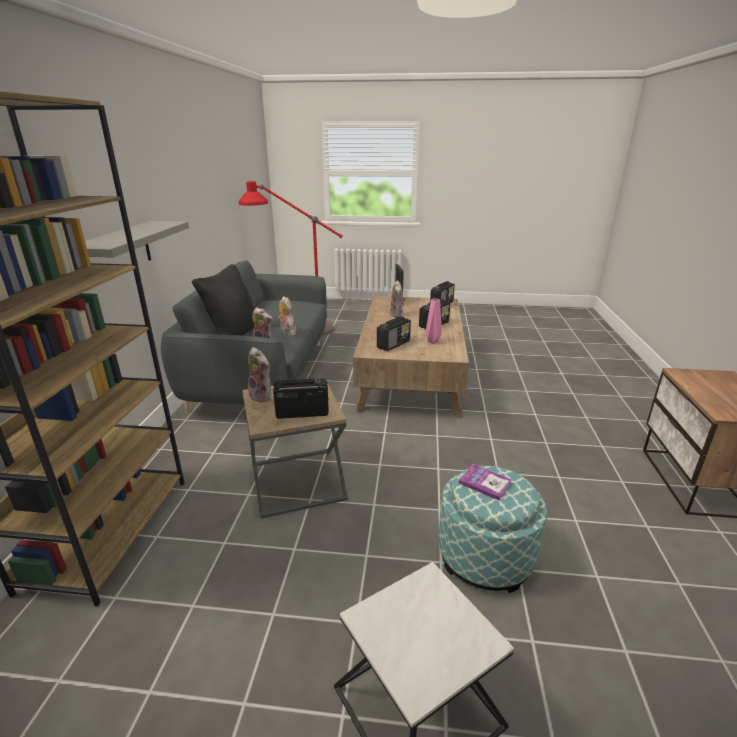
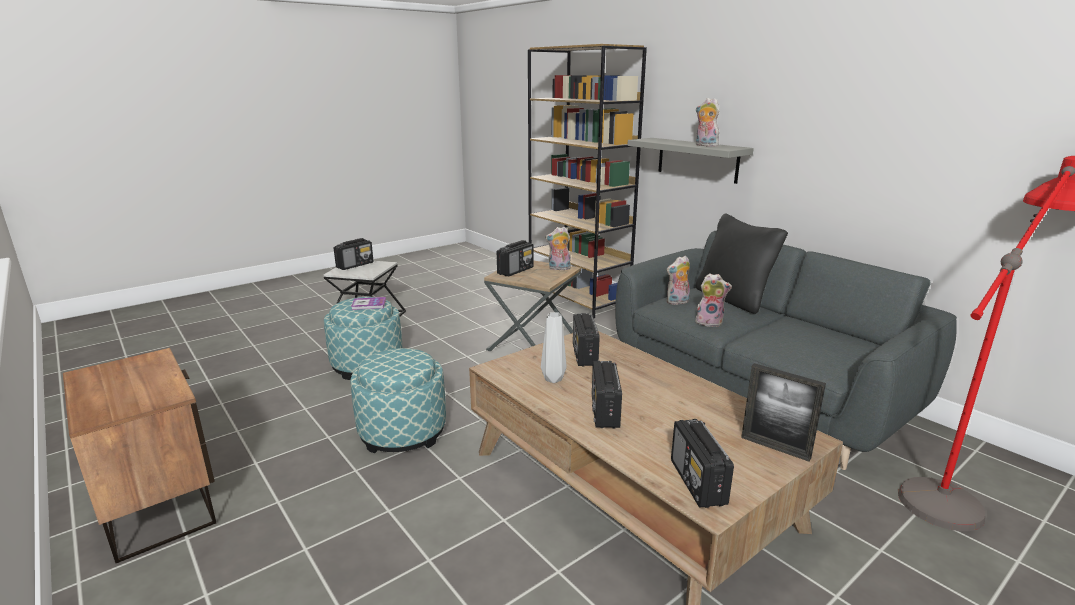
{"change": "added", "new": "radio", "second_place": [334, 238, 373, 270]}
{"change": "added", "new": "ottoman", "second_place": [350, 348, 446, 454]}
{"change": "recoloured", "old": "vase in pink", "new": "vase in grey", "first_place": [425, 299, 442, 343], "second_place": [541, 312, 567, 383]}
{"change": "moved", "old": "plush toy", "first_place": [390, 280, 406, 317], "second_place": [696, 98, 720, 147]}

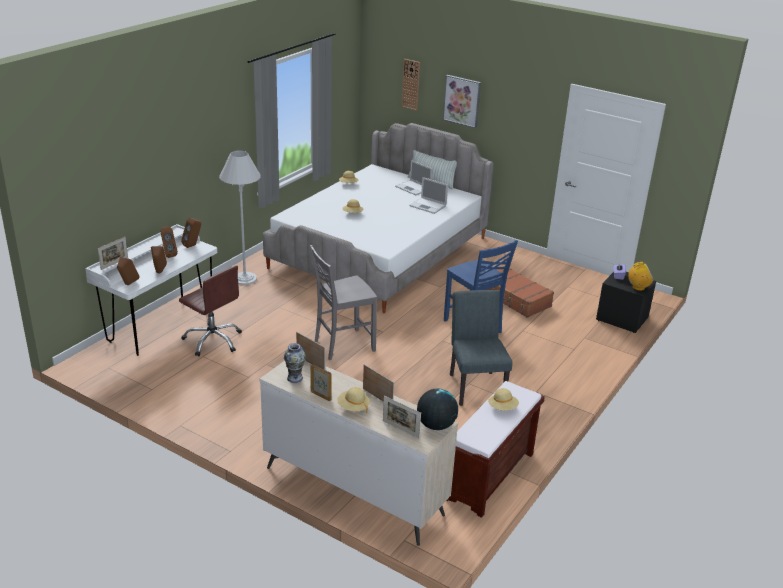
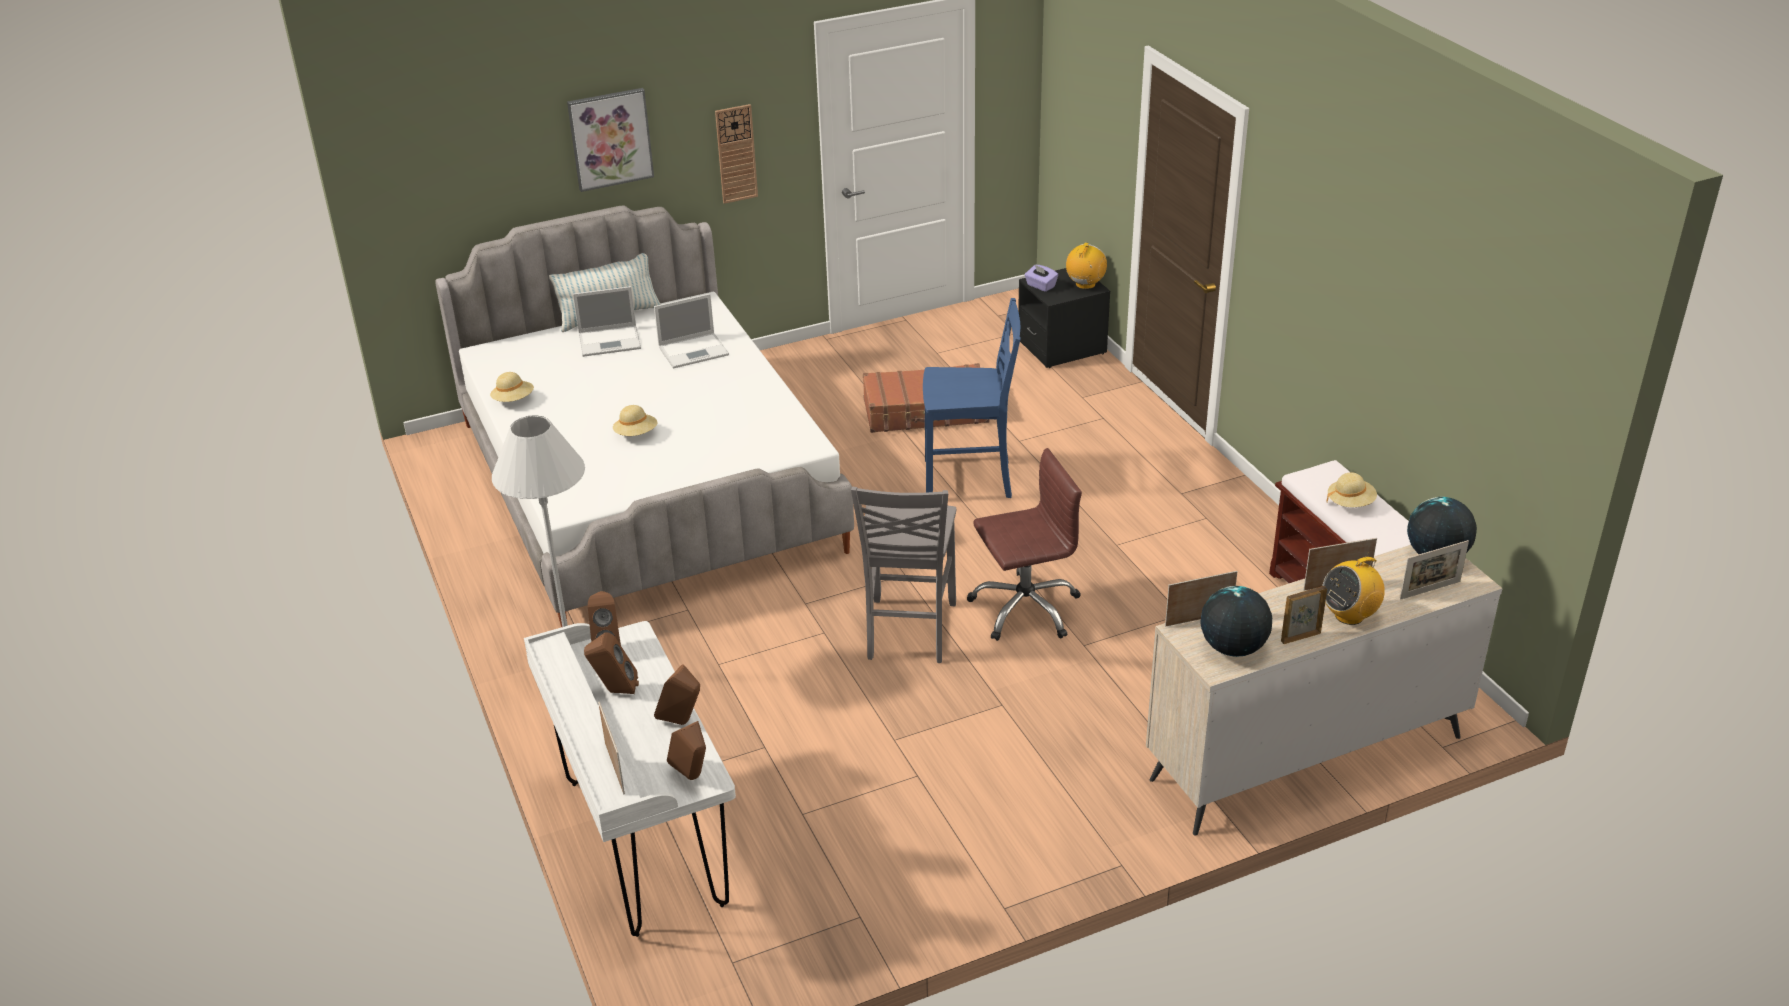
{"change": "moved", "old": "wall clock", "first_place": [401, 59, 420, 111], "second_place": [715, 104, 758, 204]}
{"change": "moved", "old": "office chair in brown", "first_place": [179, 265, 242, 356], "second_place": [967, 448, 1082, 641]}
{"change": "replaced", "old": "vase", "new": "globe", "first_place": [284, 343, 306, 383], "second_place": [1201, 586, 1272, 657]}
{"change": "replaced", "old": "hat in beige", "new": "radio", "first_place": [337, 387, 370, 413], "second_place": [1322, 555, 1385, 625]}
{"change": "removed", "old": "chair in grey", "first_place": [450, 290, 512, 406]}

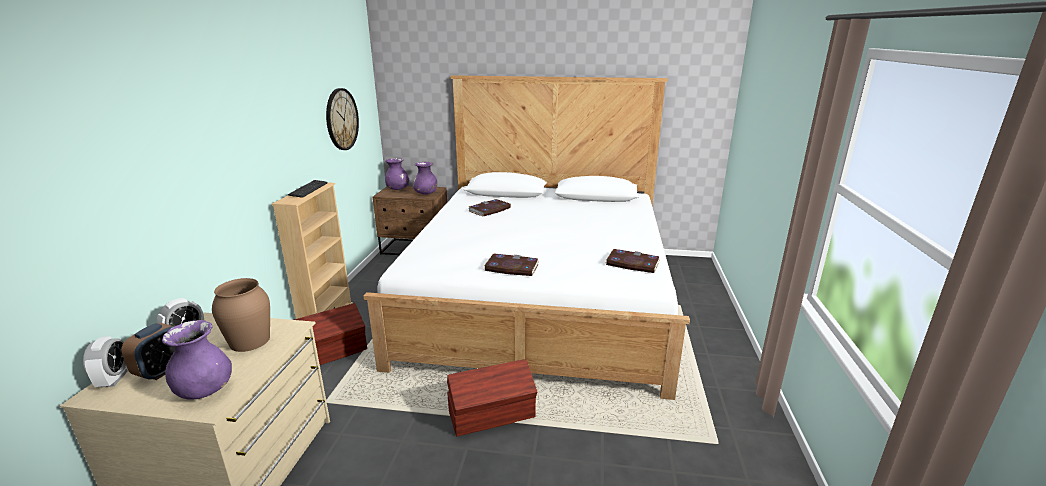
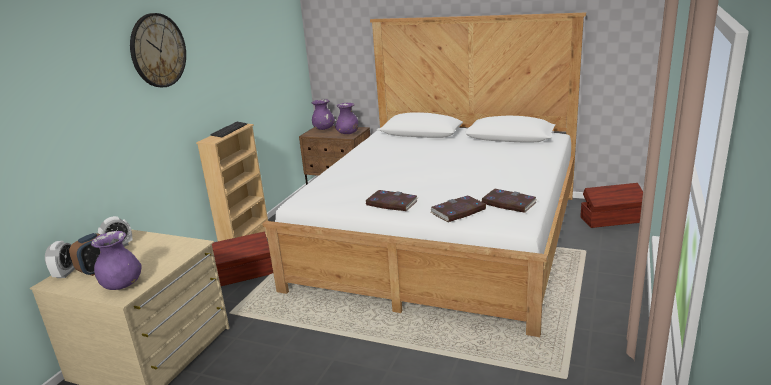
{"change": "moved", "old": "wall clock", "first_place": [326, 88, 359, 150], "second_place": [130, 13, 186, 87]}
{"change": "moved", "old": "book", "first_place": [468, 199, 511, 216], "second_place": [431, 195, 486, 222]}
{"change": "moved", "old": "storage box in brown", "first_place": [447, 359, 537, 436], "second_place": [580, 183, 643, 228]}
{"change": "removed", "old": "vase in brown", "first_place": [212, 278, 270, 352]}

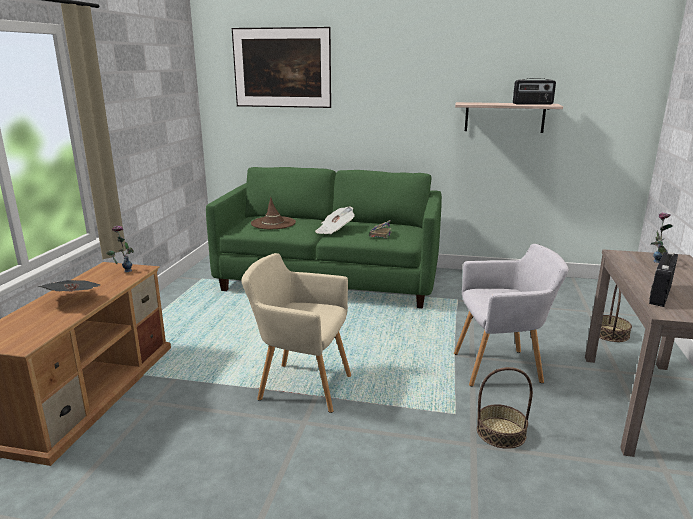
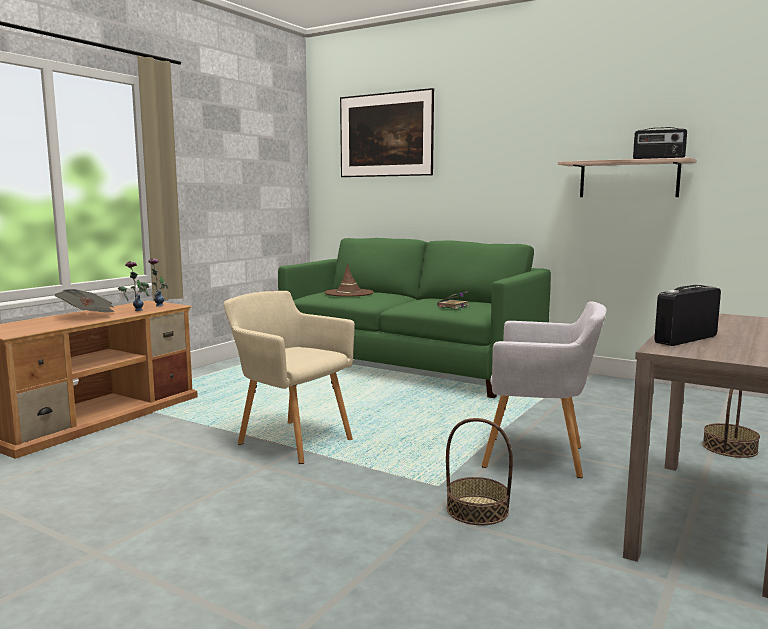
{"change": "moved", "old": "vase", "first_place": [651, 213, 673, 263], "second_place": [118, 261, 146, 311]}
{"change": "removed", "old": "newspaper", "first_place": [315, 207, 355, 234]}

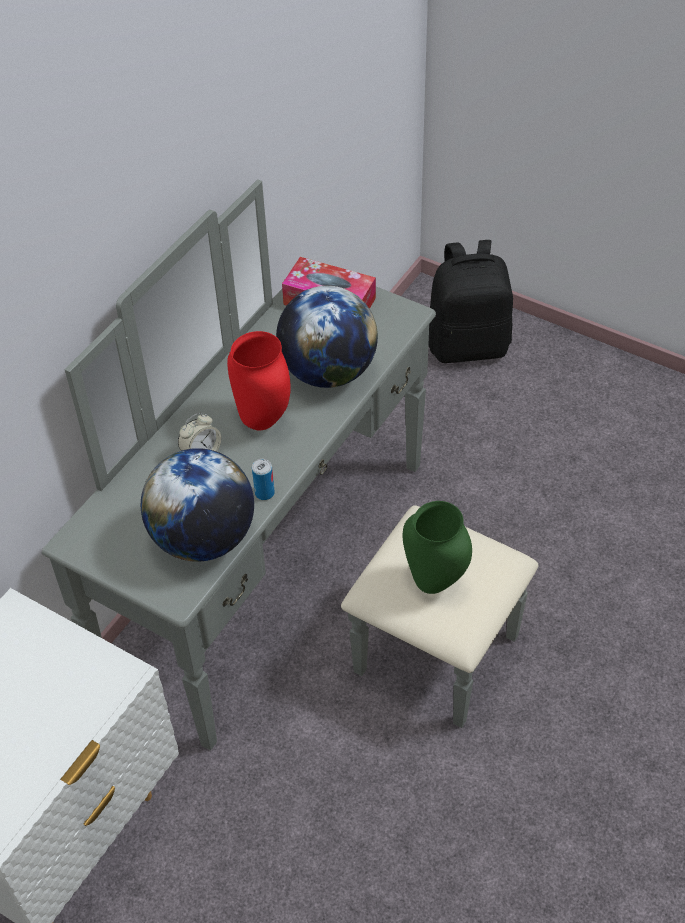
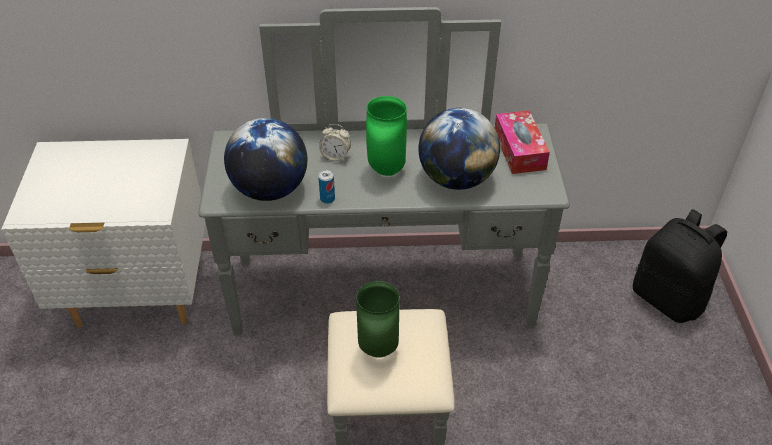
{"change": "recoloured", "old": "vase in red", "new": "vase in green", "first_place": [227, 331, 291, 430], "second_place": [366, 96, 407, 176]}

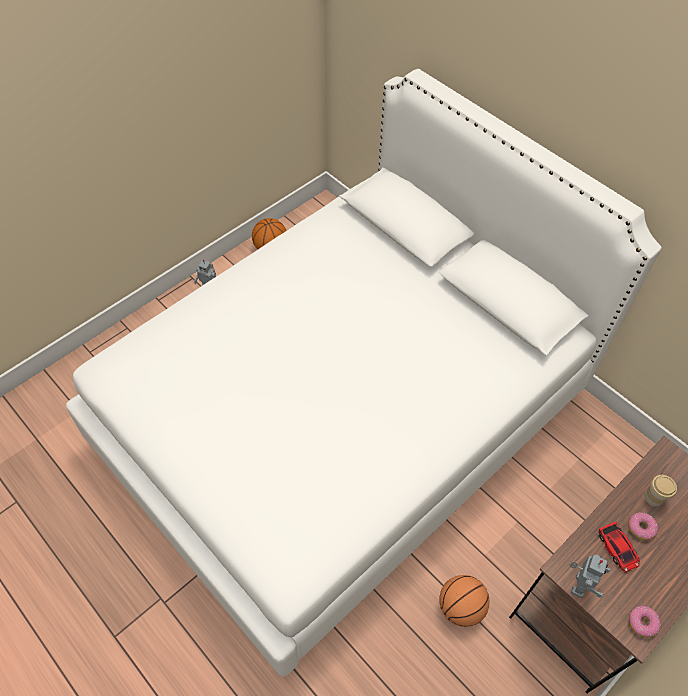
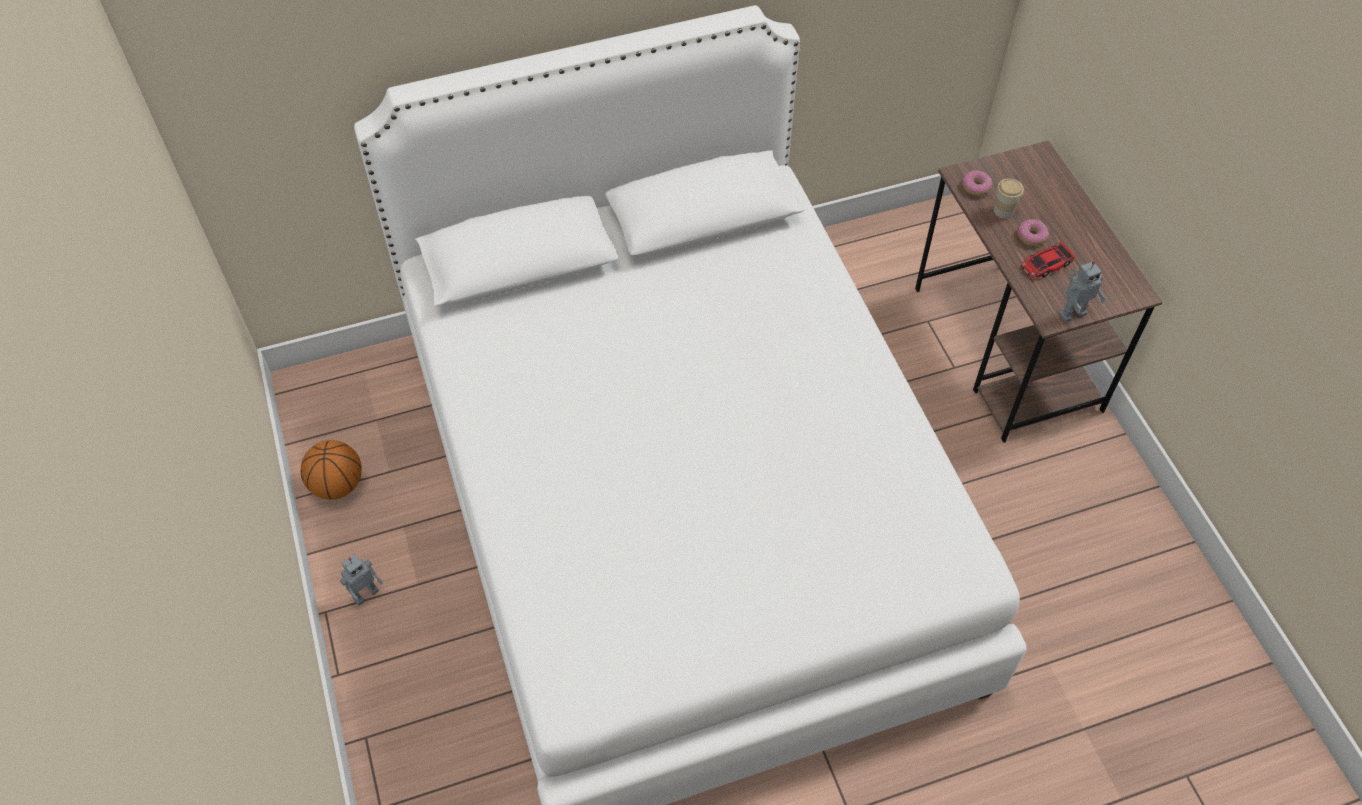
{"change": "moved", "old": "donut", "first_place": [629, 606, 661, 638], "second_place": [962, 170, 992, 196]}
{"change": "turned", "old": "toy car", "first_place": [599, 522, 640, 573], "second_place": [1021, 241, 1076, 279], "degrees": 150}
{"change": "turned", "old": "toy robot", "first_place": [570, 554, 611, 598], "second_place": [1059, 261, 1107, 323], "degrees": 105}
{"change": "removed", "old": "basketball", "first_place": [439, 575, 489, 627]}

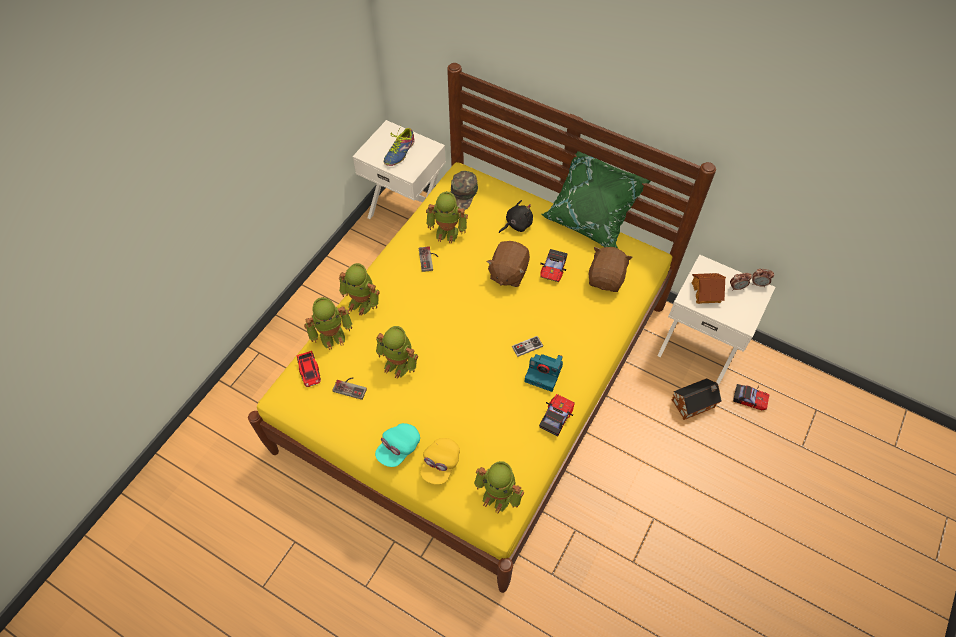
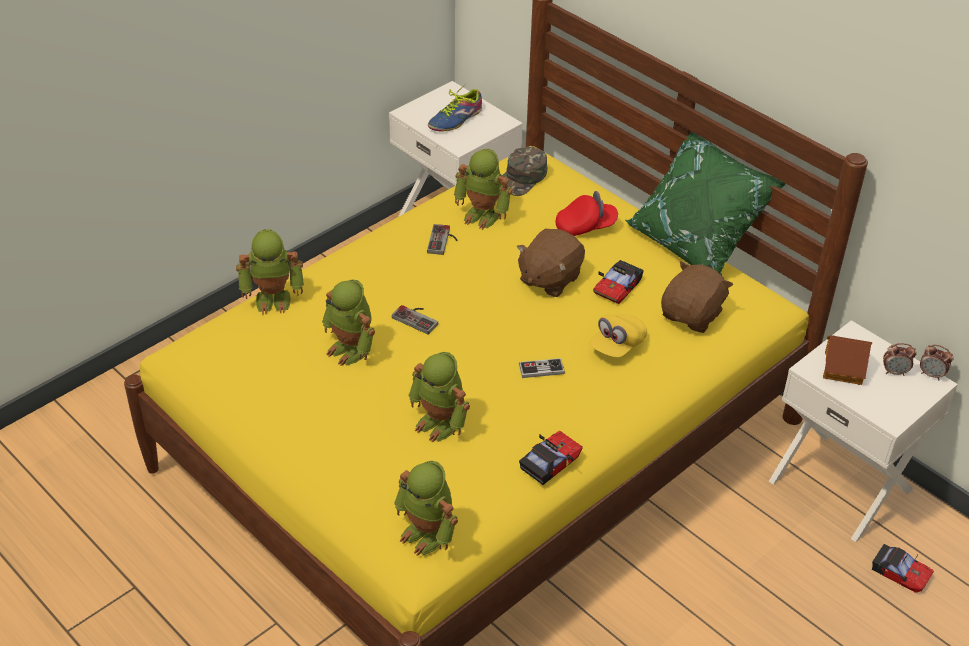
{"change": "moved", "old": "game controller", "first_place": [332, 378, 367, 400], "second_place": [392, 305, 438, 335]}
{"change": "moved", "old": "toy robot", "first_place": [339, 263, 380, 316], "second_place": [408, 352, 470, 443]}
{"change": "replaced", "old": "plush toy in black", "new": "cap in red", "first_place": [499, 200, 533, 233], "second_place": [556, 191, 618, 236]}
{"change": "moved", "old": "cap in yellow", "first_place": [420, 438, 460, 484], "second_place": [589, 314, 647, 358]}
{"change": "removed", "old": "toy car", "first_place": [296, 351, 321, 387]}
{"change": "removed", "old": "cap in turquoise", "first_place": [375, 423, 420, 467]}
{"change": "removed", "old": "photo camera", "first_place": [524, 354, 563, 392]}
{"change": "removed", "old": "toy house", "first_place": [672, 378, 722, 420]}

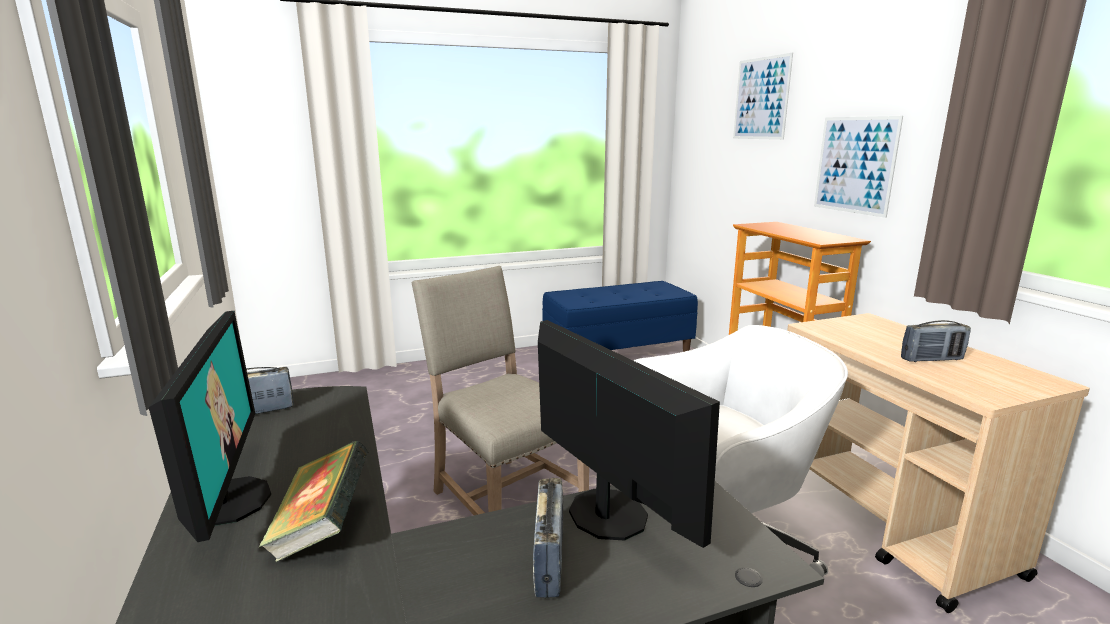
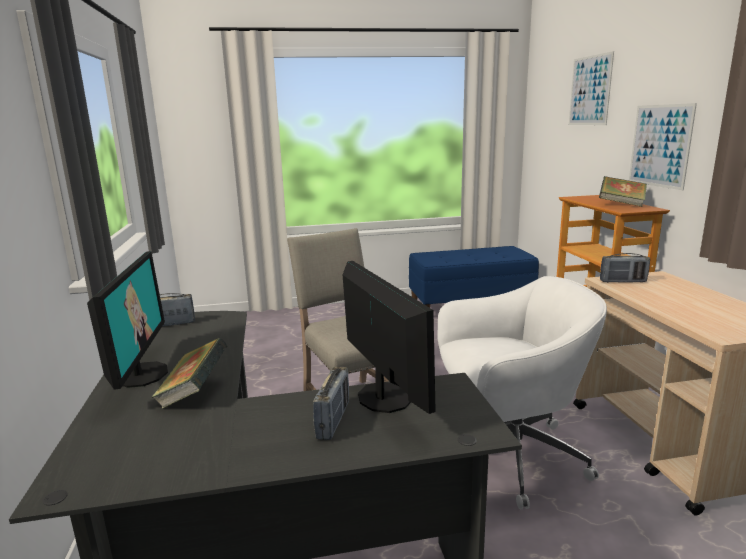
{"change": "added", "new": "book", "second_place": [599, 176, 647, 207]}
{"change": "moved", "old": "radio", "first_place": [901, 320, 971, 362], "second_place": [600, 253, 650, 283]}

